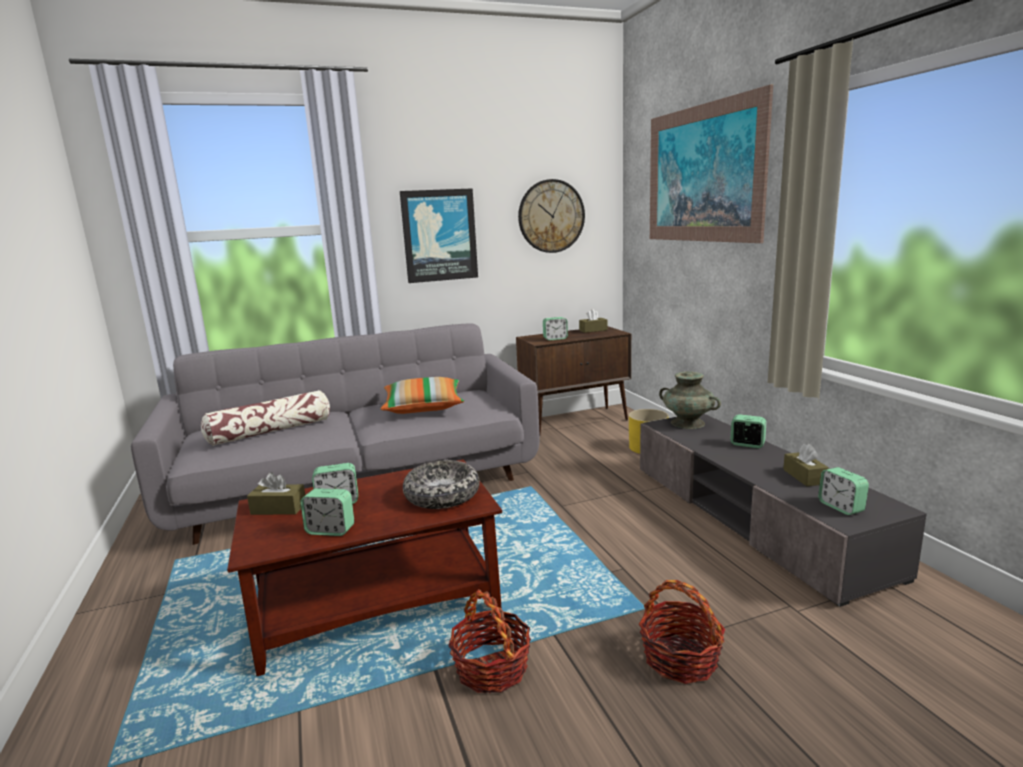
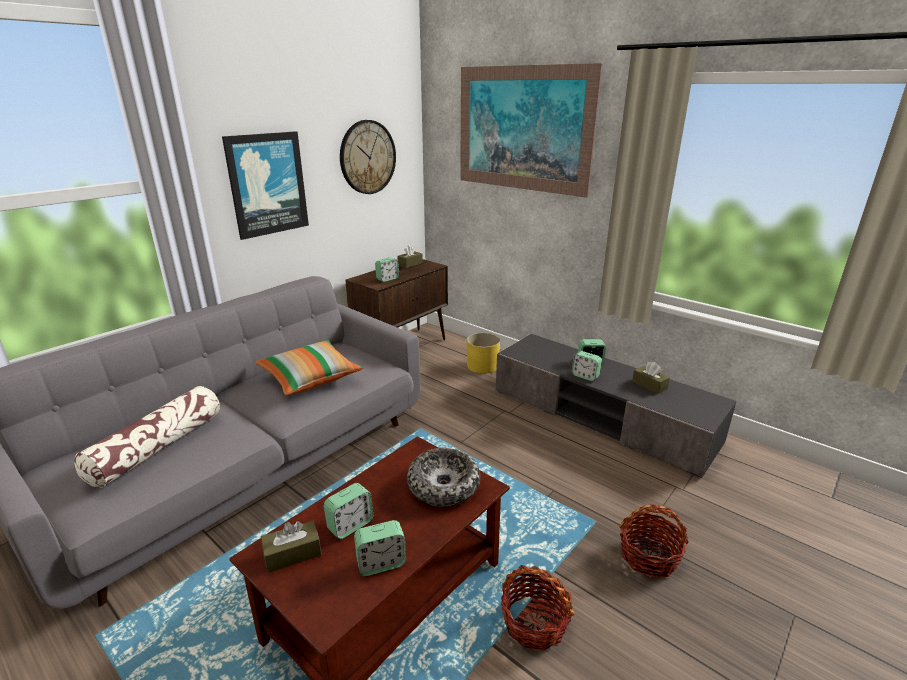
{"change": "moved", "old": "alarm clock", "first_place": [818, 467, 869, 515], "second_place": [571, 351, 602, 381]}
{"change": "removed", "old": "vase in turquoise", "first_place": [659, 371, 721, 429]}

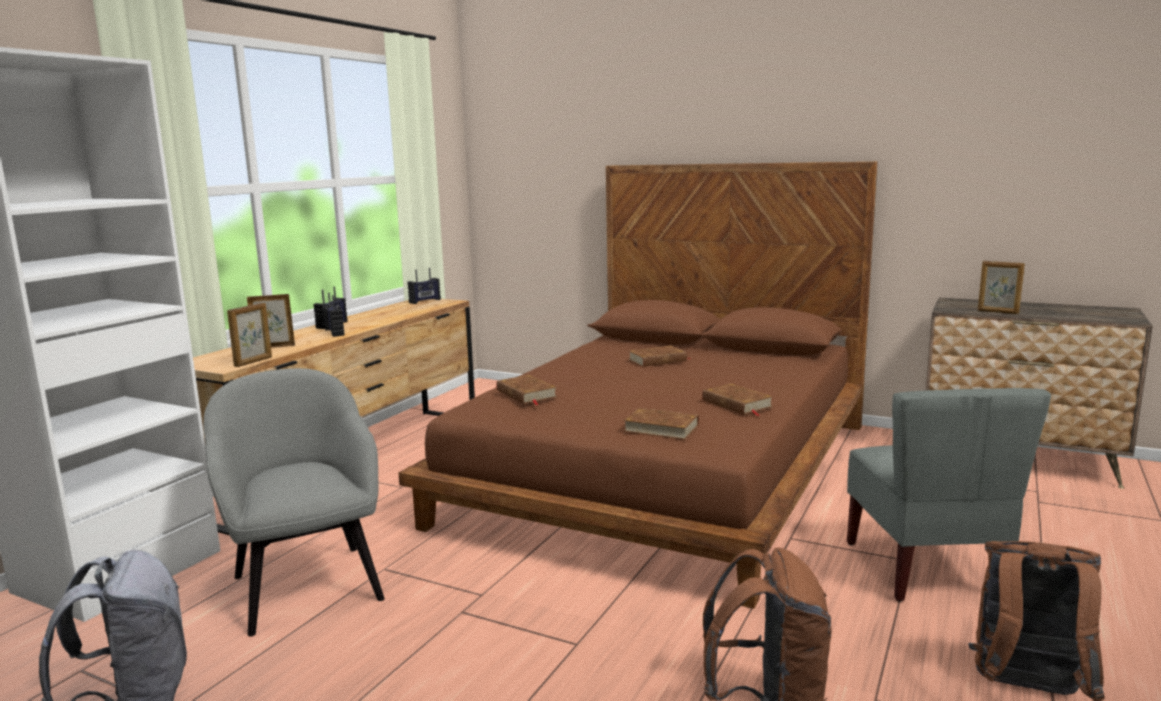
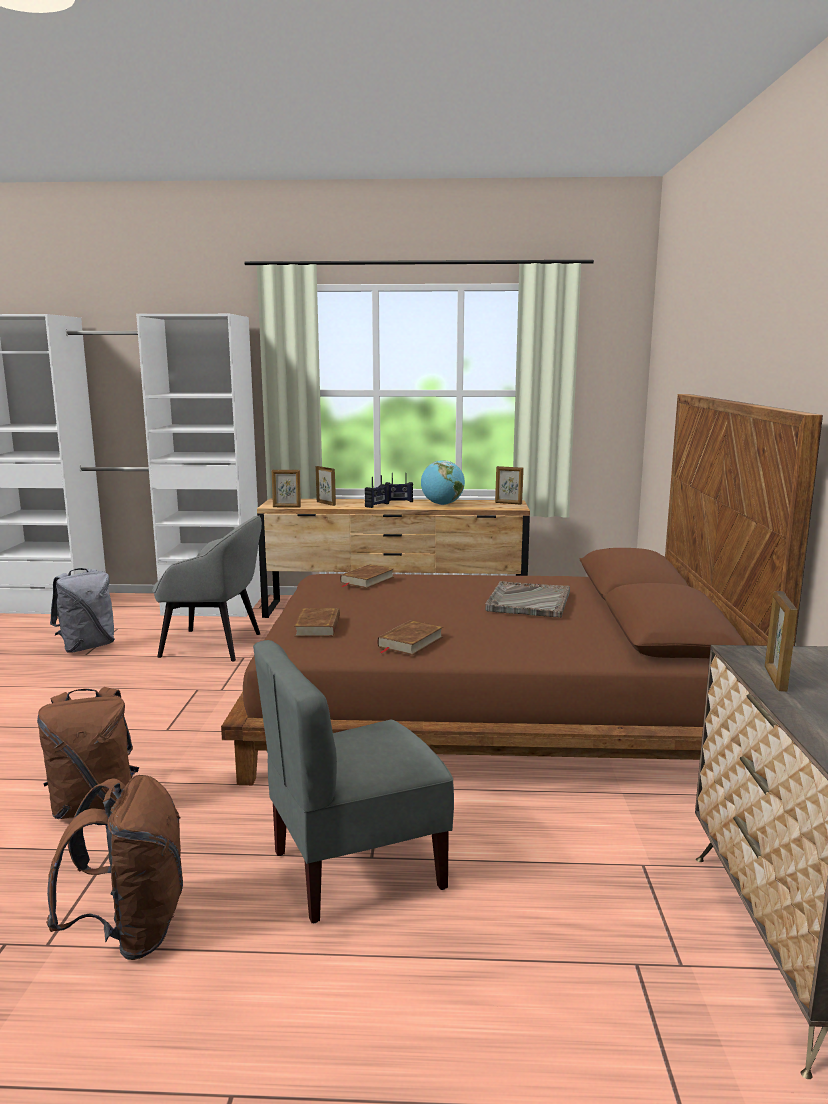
{"change": "turned", "old": "armchair in grey", "first_place": [204, 368, 385, 637], "second_place": [152, 516, 262, 661], "degrees": 60}
{"change": "added", "new": "globe", "second_place": [421, 460, 465, 505]}
{"change": "replaced", "old": "book in brown", "new": "tray in grey", "first_place": [628, 345, 691, 367], "second_place": [485, 581, 570, 618]}
{"change": "replaced", "old": "radio", "new": "picture frame", "first_place": [407, 268, 441, 304], "second_place": [495, 466, 524, 505]}

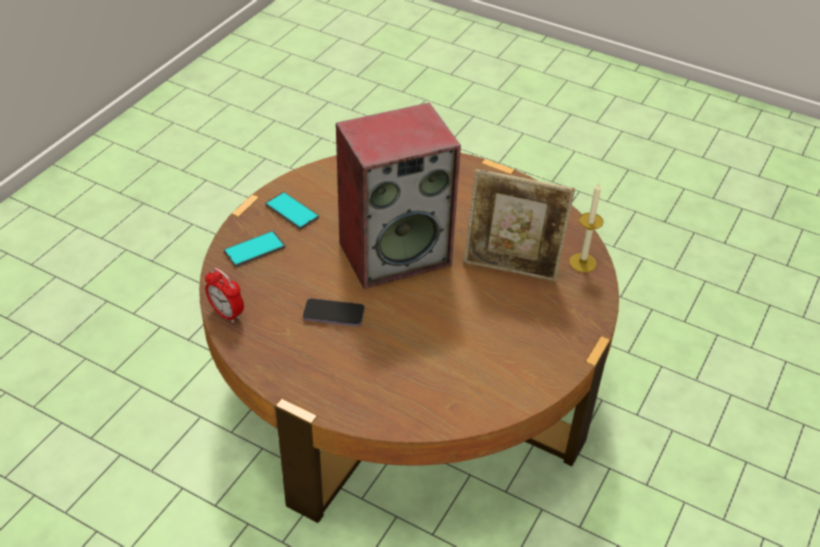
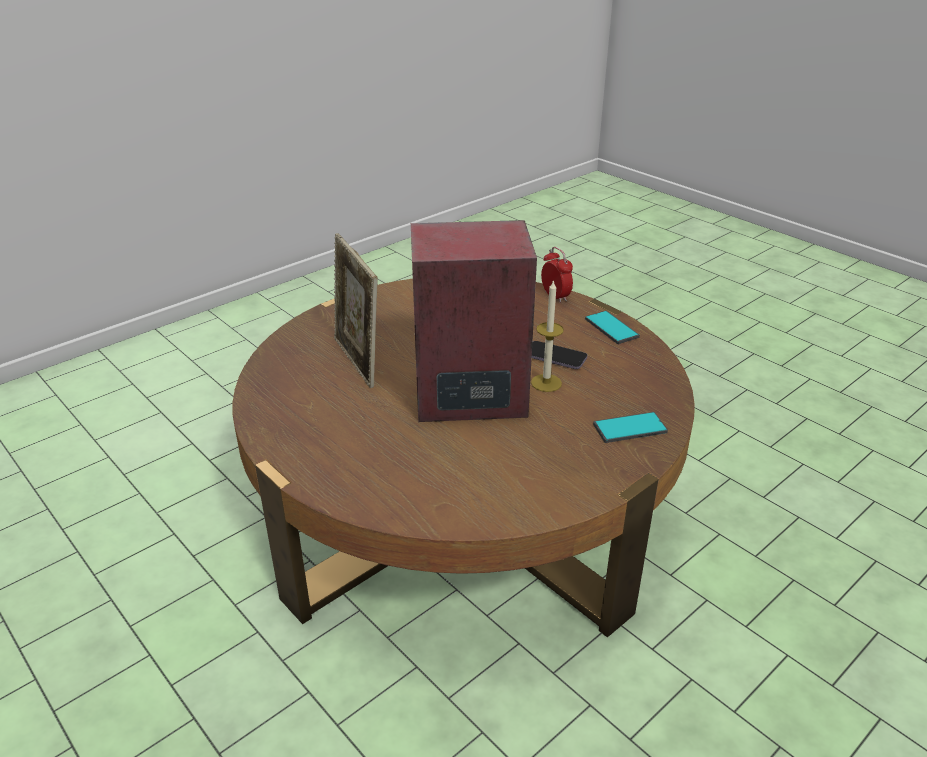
{"change": "turned", "old": "picture frame", "first_place": [464, 169, 575, 281], "second_place": [334, 233, 377, 388], "degrees": -150}
{"change": "moved", "old": "candle", "first_place": [569, 183, 604, 273], "second_place": [531, 280, 564, 392]}
{"change": "moved", "old": "alarm clock", "first_place": [205, 268, 244, 323], "second_place": [541, 247, 573, 303]}
{"change": "moved", "old": "phone", "first_place": [265, 192, 319, 229], "second_place": [585, 311, 640, 344]}

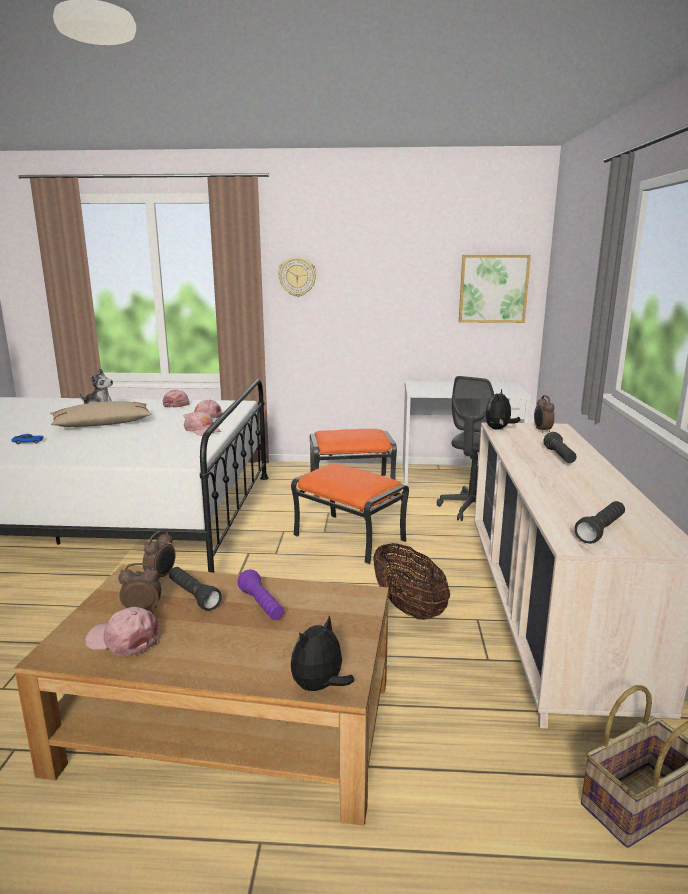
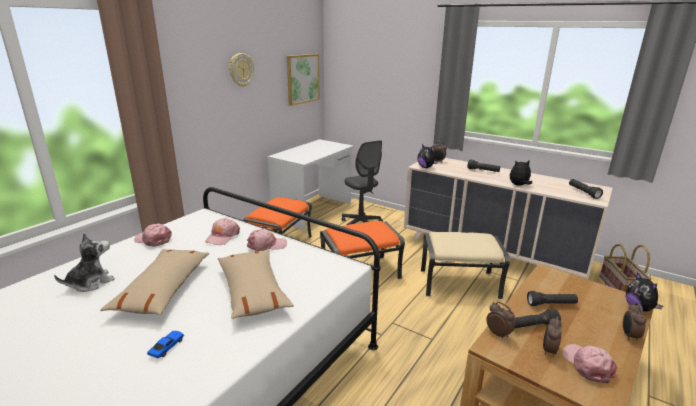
{"change": "added", "new": "pillow in beige", "second_place": [217, 249, 294, 319]}
{"change": "moved", "old": "wall clock", "first_place": [278, 257, 316, 297], "second_place": [229, 53, 254, 87]}
{"change": "replaced", "old": "basket", "new": "ottoman in beige", "first_place": [374, 543, 450, 620], "second_place": [421, 232, 510, 299]}
{"change": "added", "new": "plush toy", "second_place": [510, 160, 532, 186]}
{"change": "recoloured", "old": "flashlight in purple", "new": "flashlight in black", "first_place": [238, 570, 284, 620], "second_place": [527, 291, 578, 306]}
{"change": "turned", "old": "cap in pink", "first_place": [85, 607, 160, 656], "second_place": [562, 344, 617, 384], "degrees": 120}
{"change": "added", "new": "alarm clock", "second_place": [623, 303, 647, 341]}

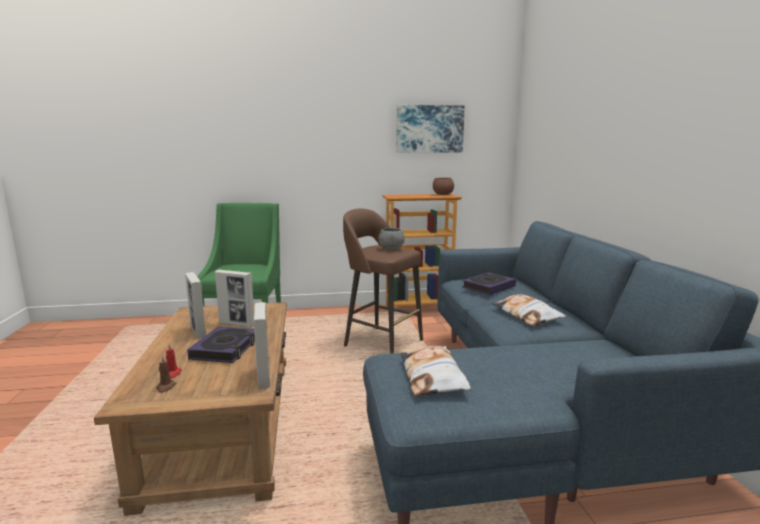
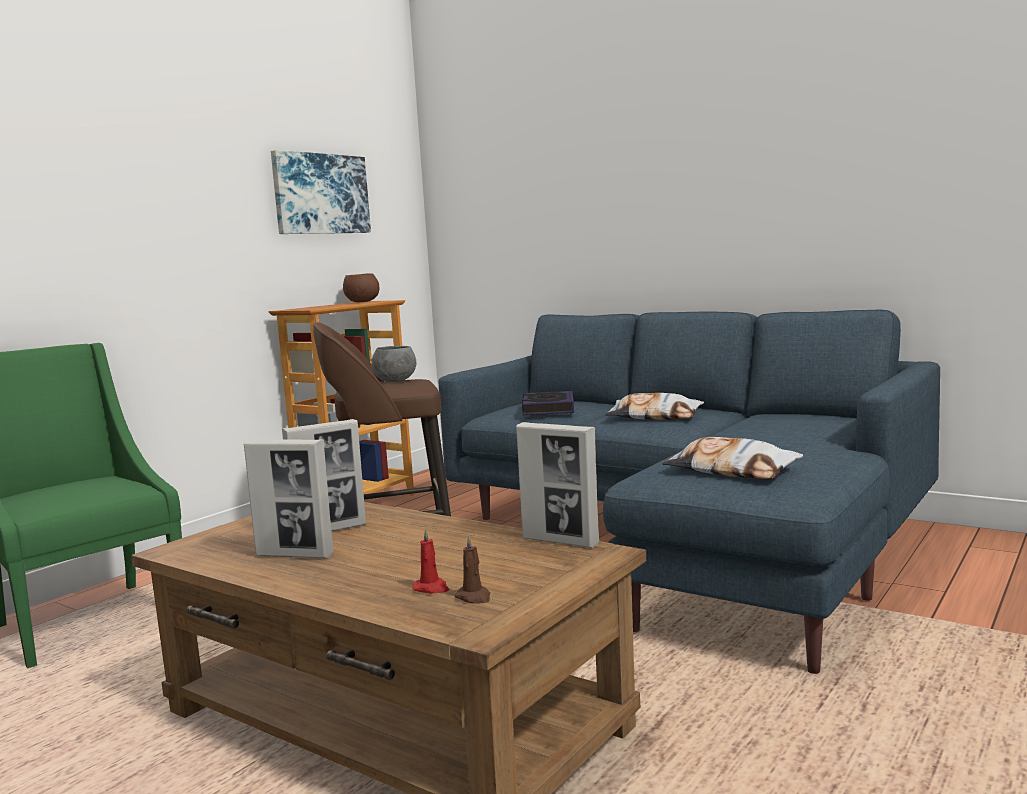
{"change": "removed", "old": "book", "first_place": [187, 326, 255, 363]}

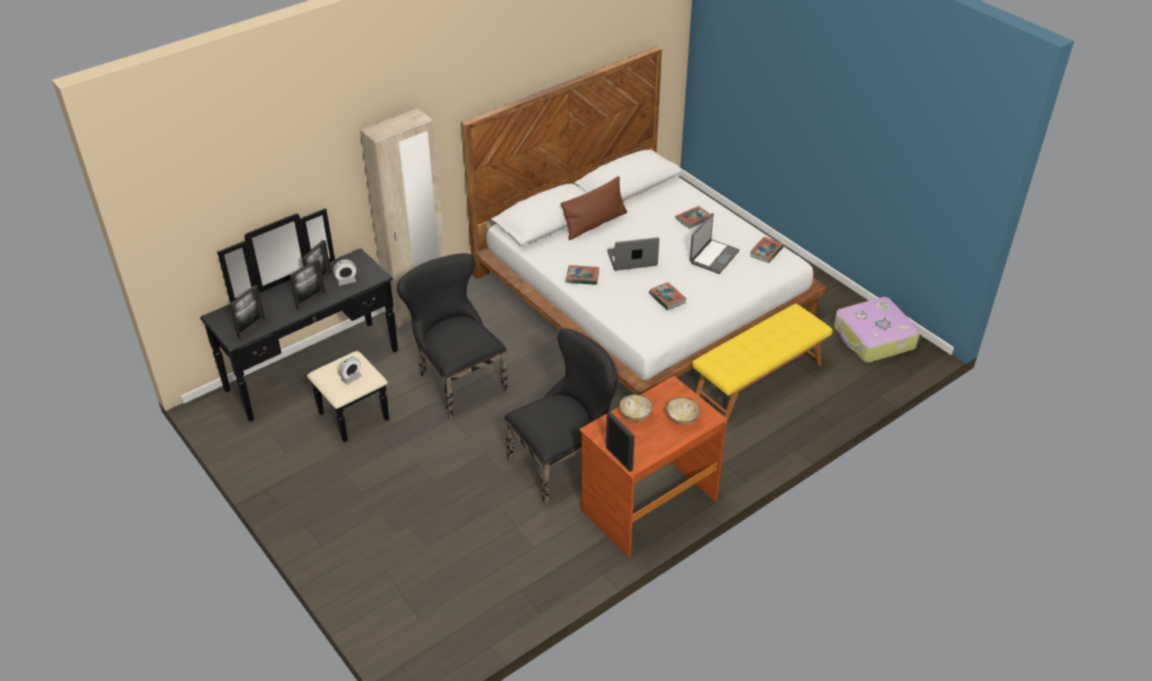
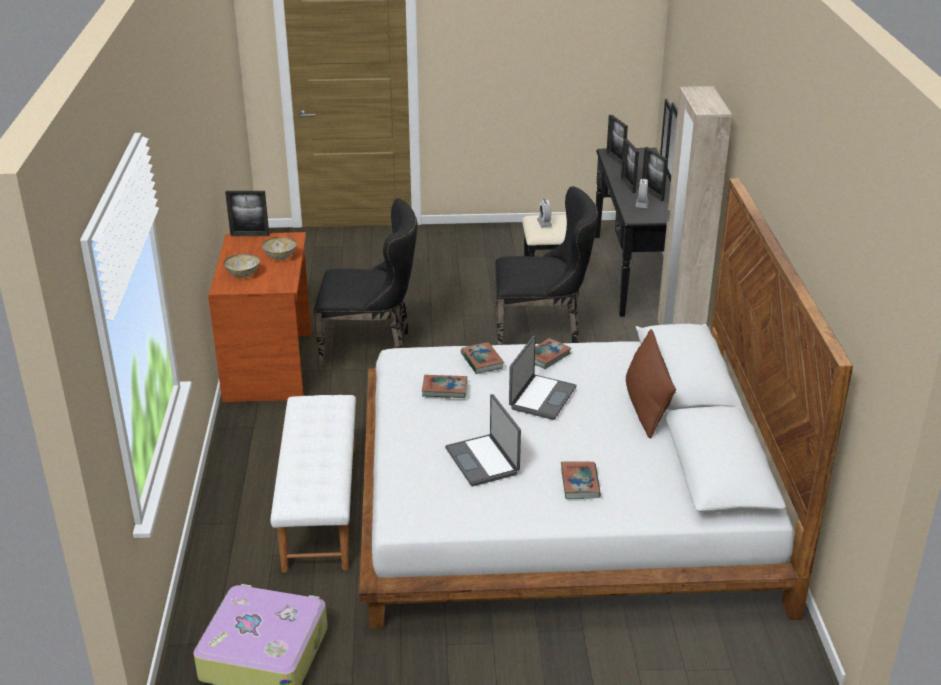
{"change": "recoloured", "old": "bench in yellow", "new": "bench in white", "first_place": [692, 303, 833, 422], "second_place": [270, 395, 356, 573]}
{"change": "turned", "old": "chair in black", "first_place": [504, 328, 618, 506], "second_place": [314, 199, 417, 366], "degrees": -90}
{"change": "moved", "old": "book", "first_place": [750, 237, 784, 263], "second_place": [461, 342, 504, 374]}

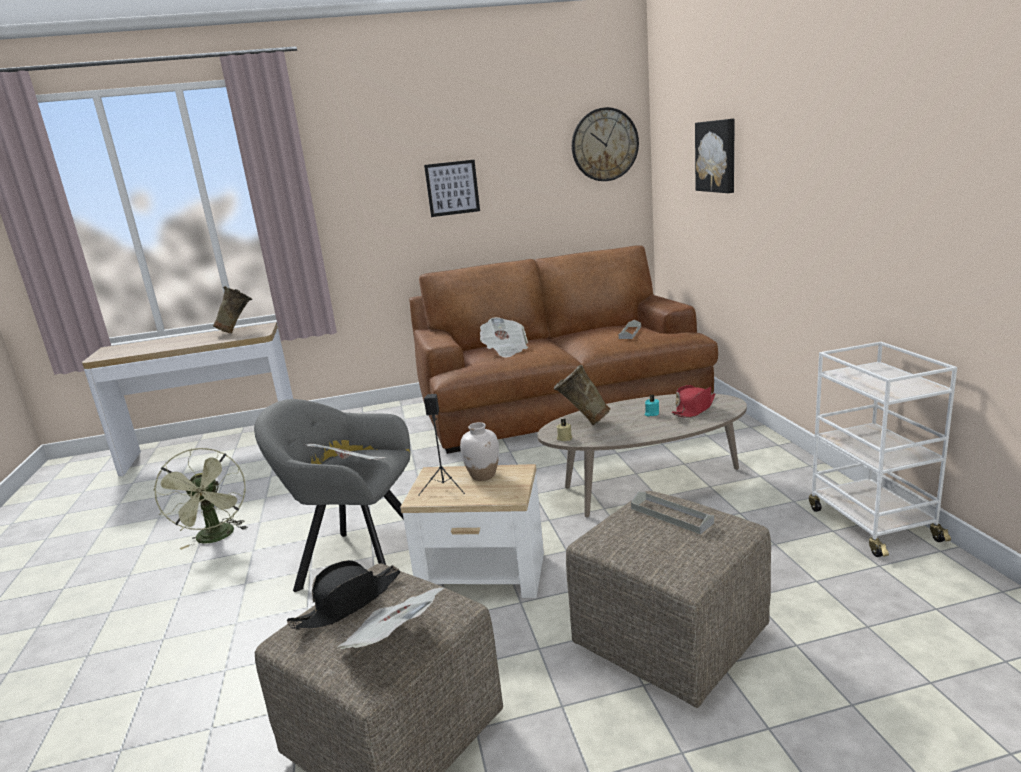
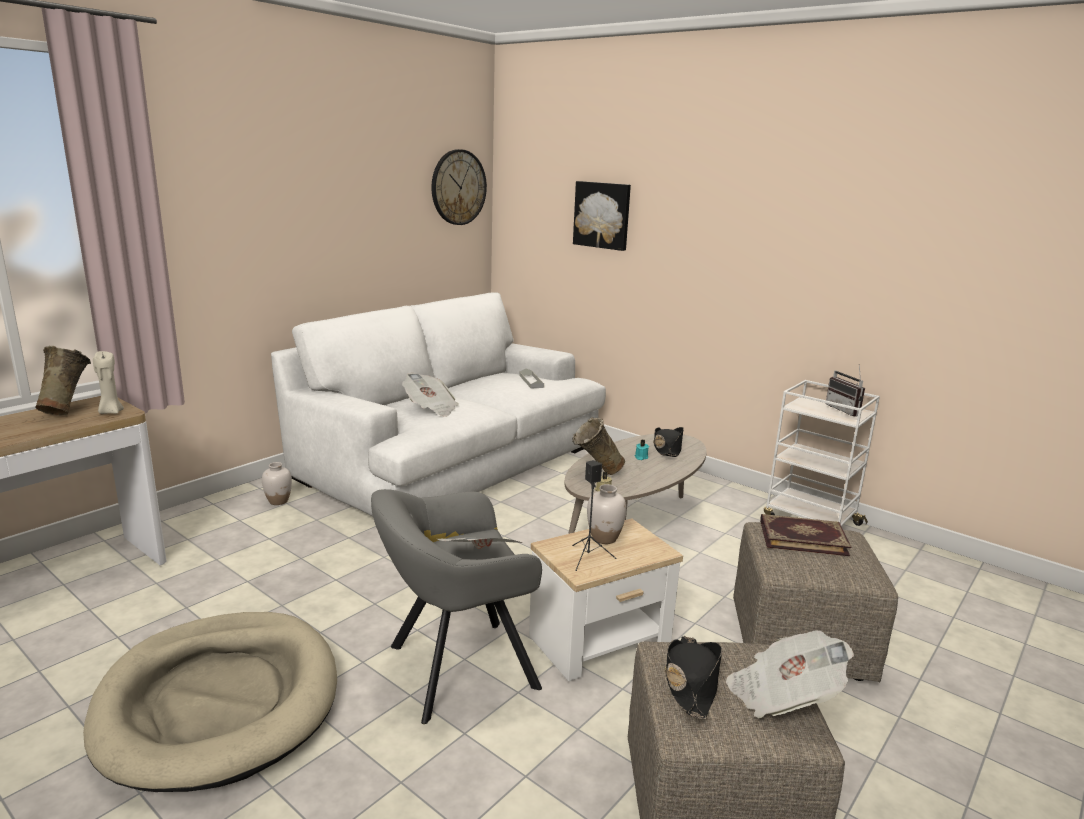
{"change": "replaced", "old": "fan in green", "new": "dog bed in beige", "first_place": [153, 448, 248, 550], "second_place": [83, 612, 337, 792]}
{"change": "added", "new": "candle in beige", "second_place": [93, 351, 124, 414]}
{"change": "added", "new": "vase in white", "second_place": [262, 462, 292, 505]}
{"change": "recoloured", "old": "sofa in brown", "new": "sofa in white", "first_place": [409, 245, 718, 454], "second_place": [271, 292, 606, 517]}
{"change": "recoloured", "old": "hat in red", "new": "hat in black", "first_place": [672, 385, 715, 418], "second_place": [653, 427, 684, 457]}
{"change": "replaced", "old": "tray in grey", "new": "book", "first_place": [631, 492, 715, 534], "second_place": [760, 514, 851, 556]}
{"change": "added", "new": "radio", "second_place": [825, 366, 865, 417]}
{"change": "removed", "old": "picture", "first_place": [424, 160, 480, 217]}

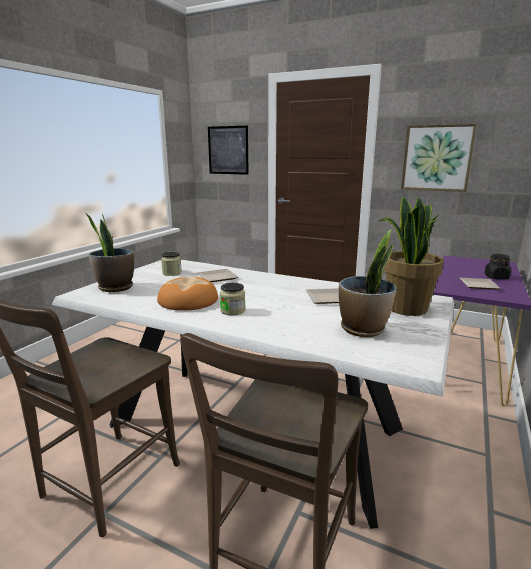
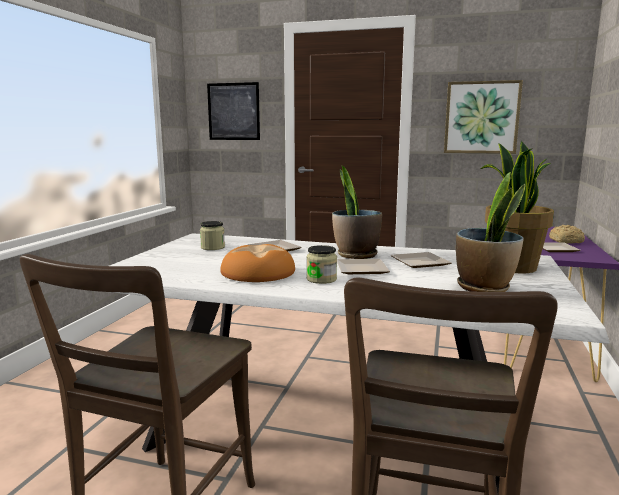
{"change": "moved", "old": "potted plant", "first_place": [85, 213, 134, 292], "second_place": [332, 165, 382, 259]}
{"change": "added", "new": "plate", "second_place": [337, 259, 390, 274]}
{"change": "replaced", "old": "jar in black", "new": "bread", "first_place": [485, 254, 511, 279], "second_place": [549, 225, 585, 243]}

